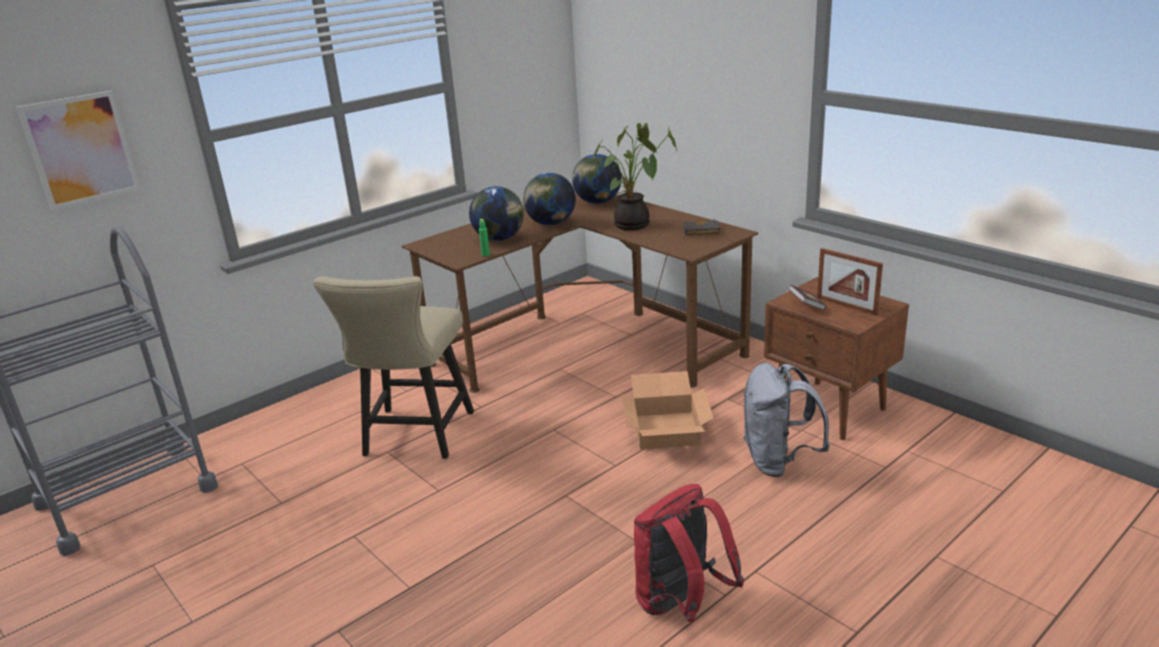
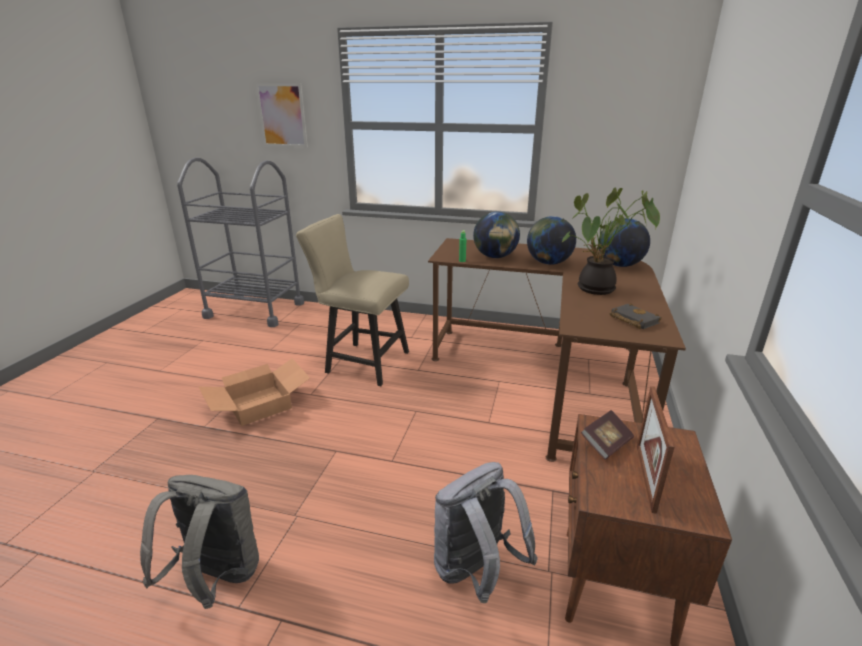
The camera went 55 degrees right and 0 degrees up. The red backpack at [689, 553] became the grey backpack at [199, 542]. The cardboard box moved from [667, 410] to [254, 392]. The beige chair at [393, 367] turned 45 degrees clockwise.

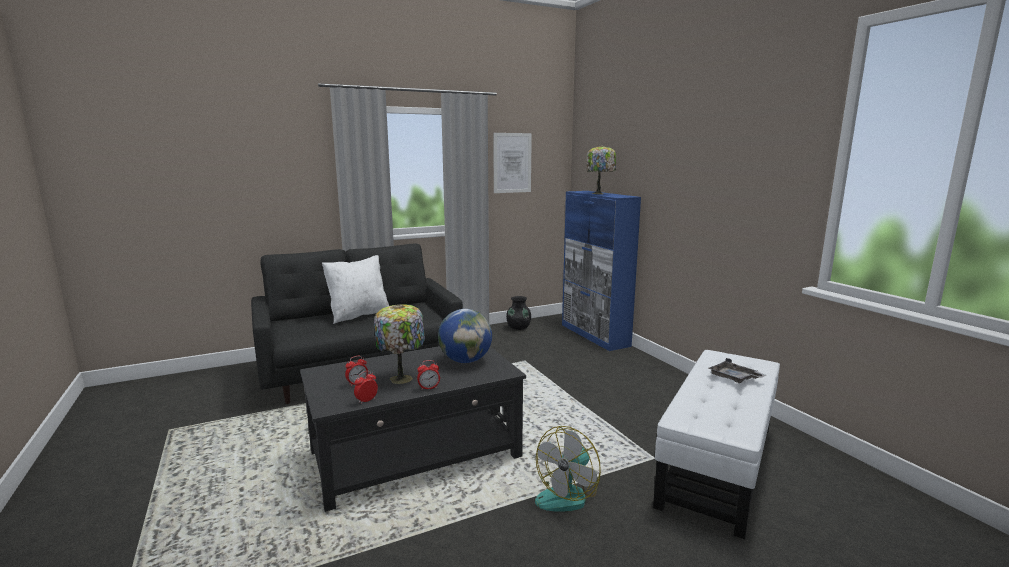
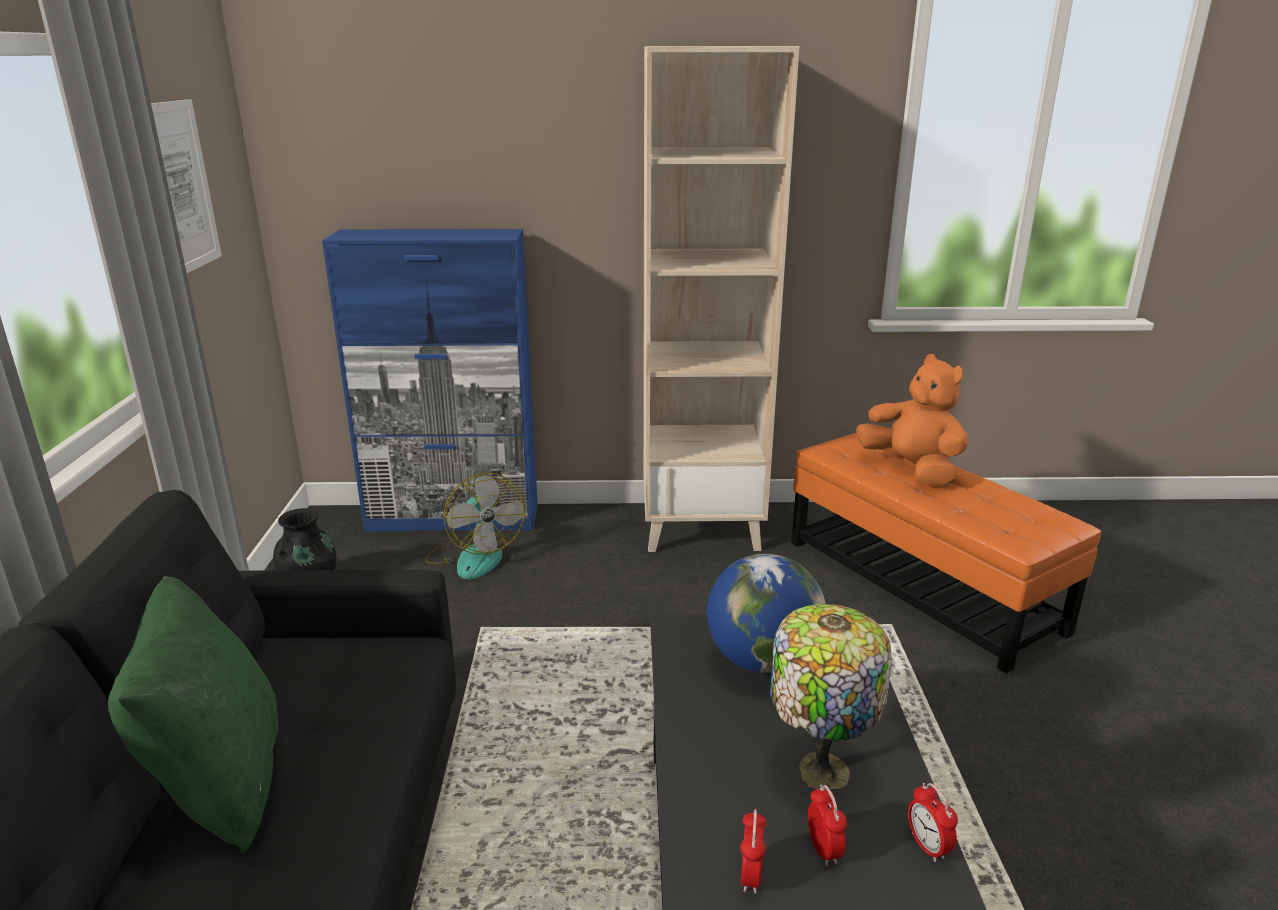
The camera went 65 degrees left and 10 degrees up. The white pillow at [355, 289] became the green pillow at [193, 715]. The fan moved from [568, 469] to [475, 526]. The beige bookcase at [721, 299] appeared. The alarm clock moved from [428, 375] to [753, 851]. The white ottoman at [716, 444] became the orange ottoman at [946, 553]. The grey tray at [737, 370] was replaced by the orange plush toy at [912, 420]. The table lamp at [601, 169] disappeared.

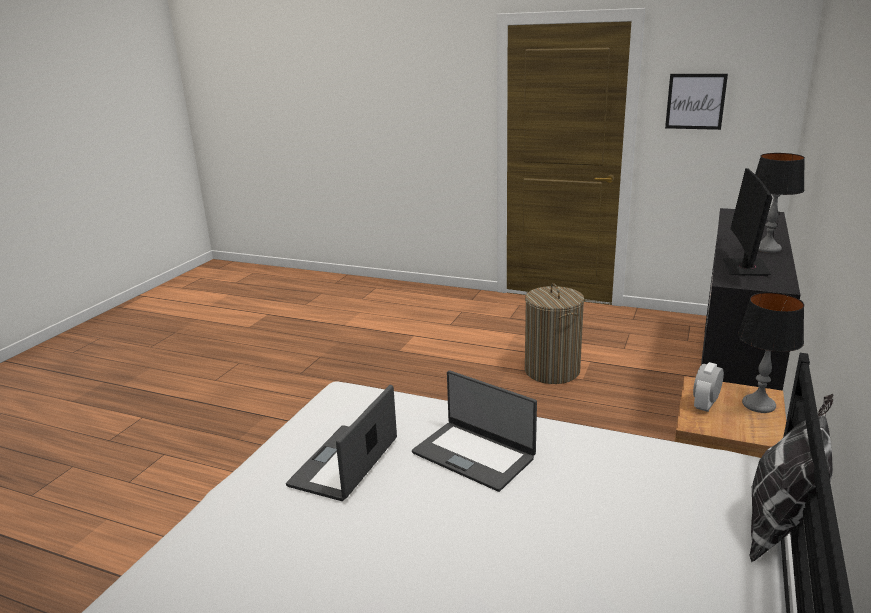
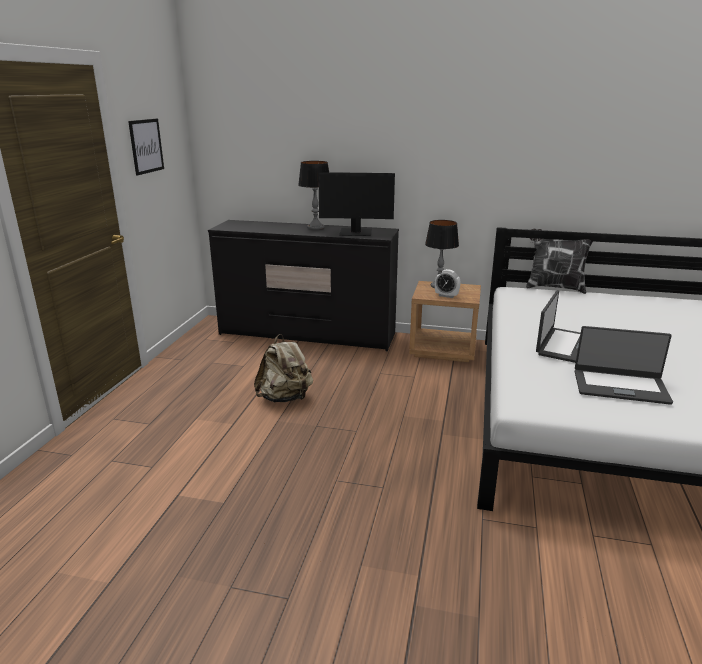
The camera went 100 degrees left and 0 degrees up. The laundry basket at [554, 333] was replaced by the beige backpack at [283, 368].

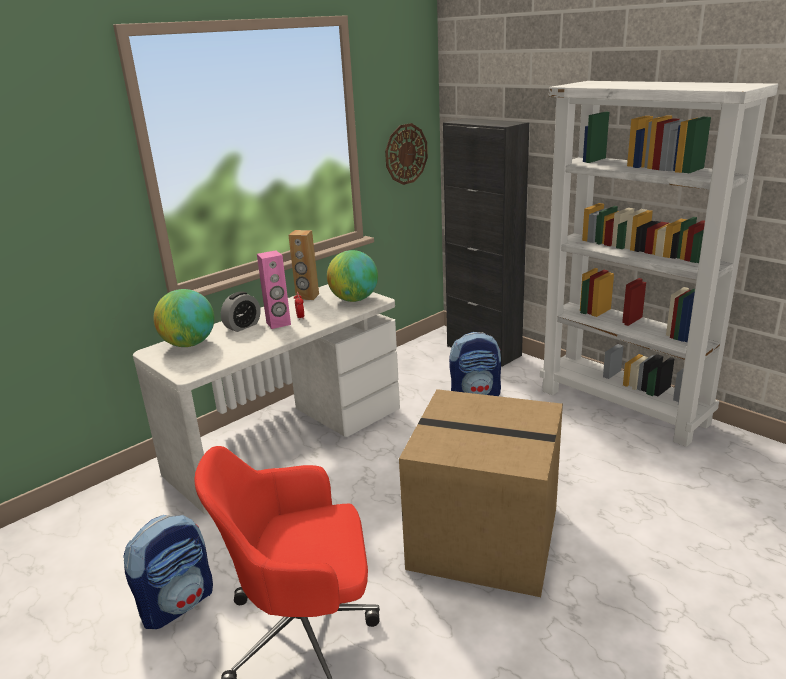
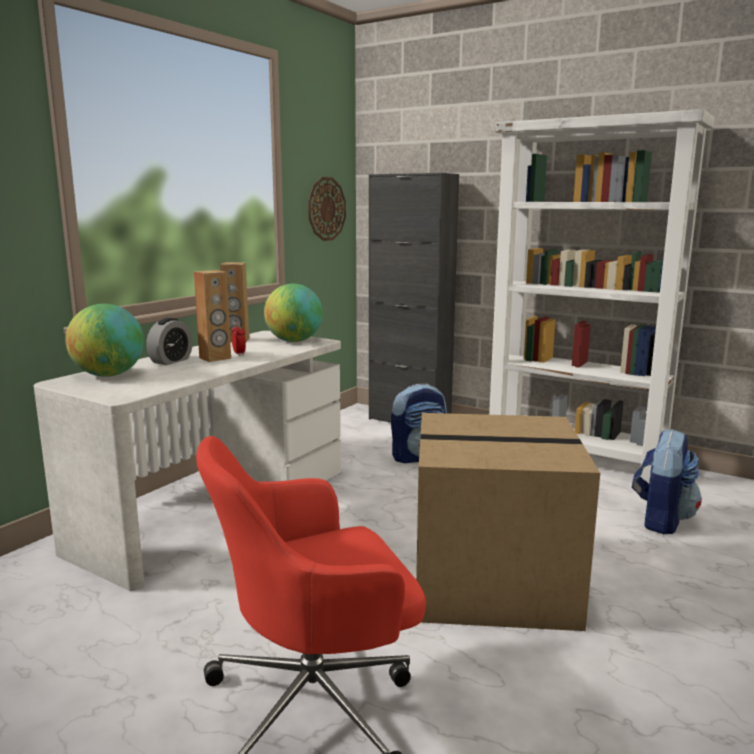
The camera went 15 degrees left and 10 degrees down. The pink speaker at [274, 289] became the brown speaker at [212, 316]. The backpack moved from [168, 571] to [667, 481].

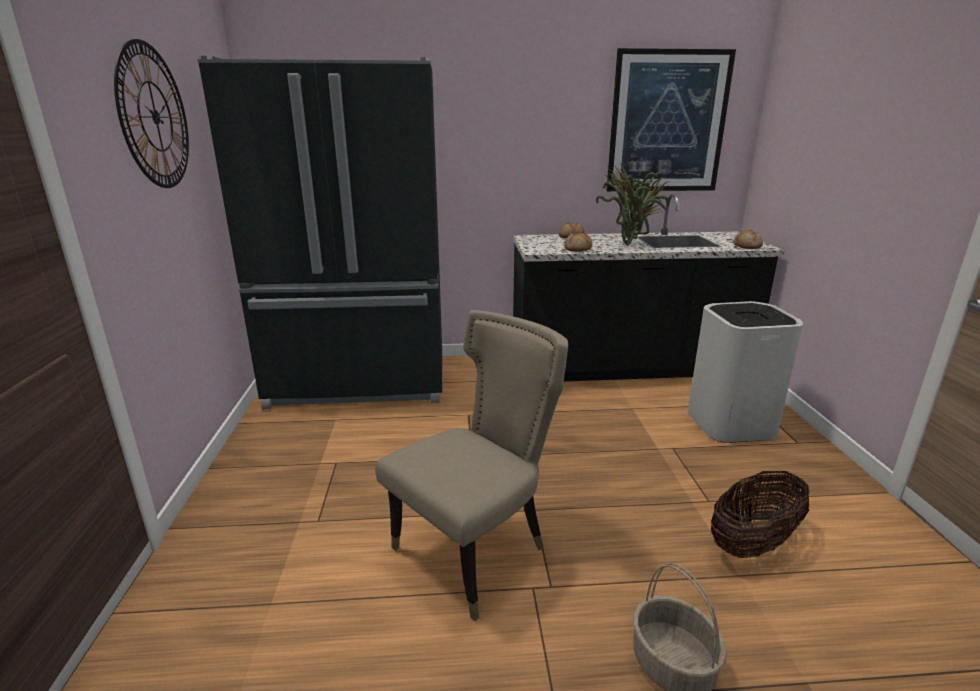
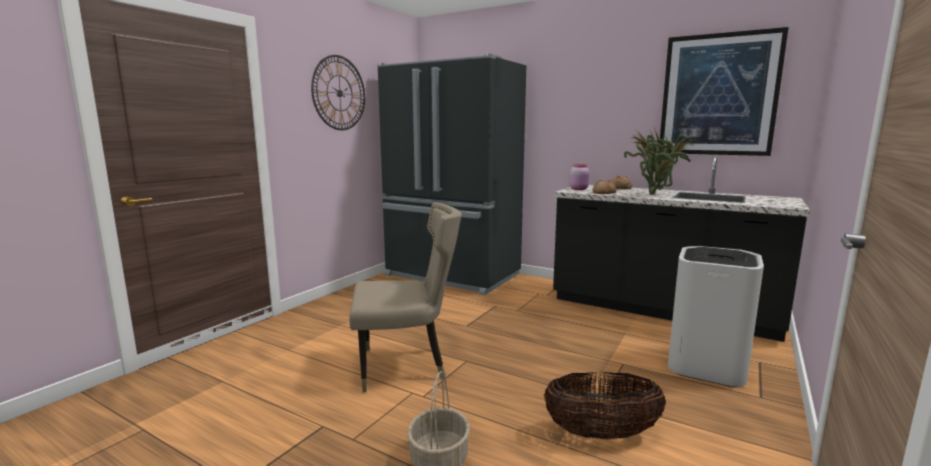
The camera went 35 degrees right and 10 degrees down. The pink jar at [579, 177] appeared. The bread at [748, 239] disappeared.

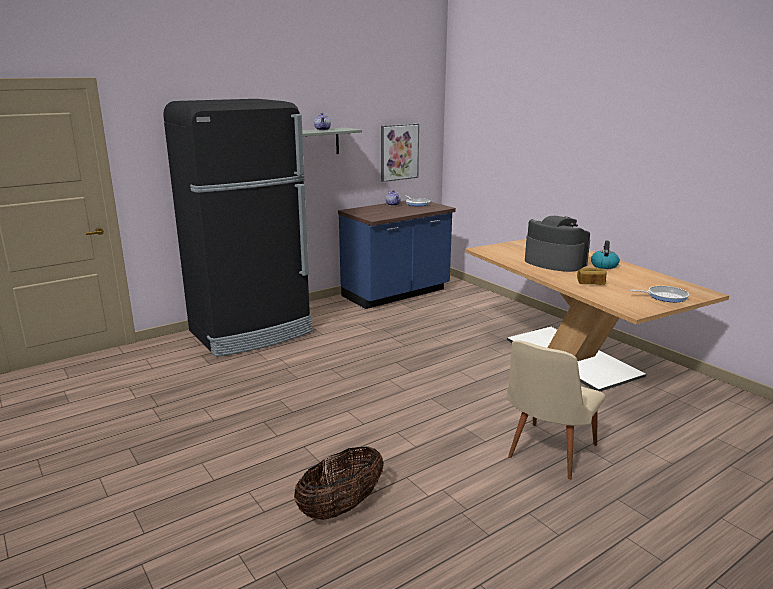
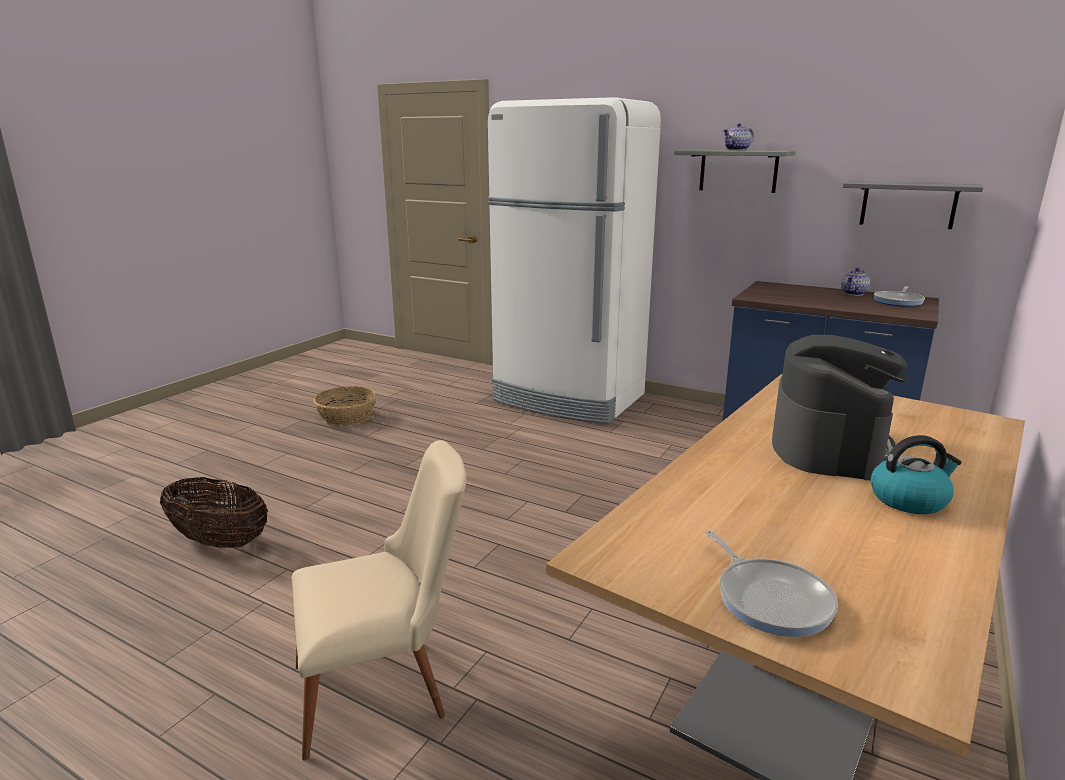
The camera went 65 degrees right and 0 degrees up. The beige chair at [556, 410] turned 150 degrees clockwise. The basket at [345, 406] appeared. The black fridge at [237, 228] became the white fridge at [574, 260]. The picture at [400, 152] was replaced by the grey shelf at [913, 205]. The bread at [591, 276] disappeared.

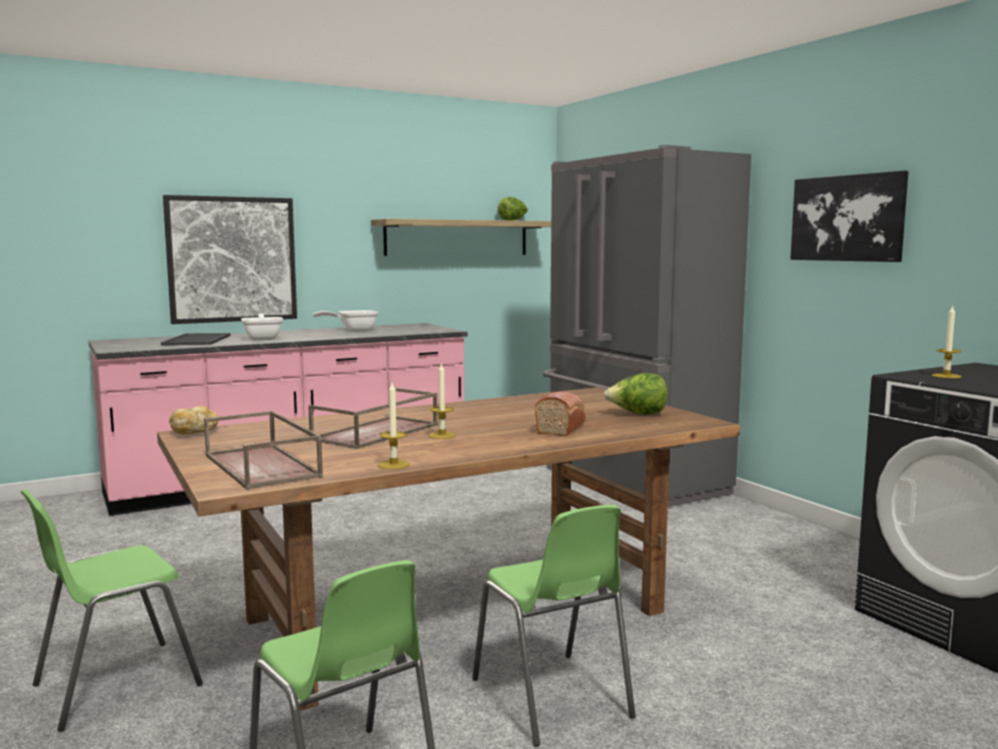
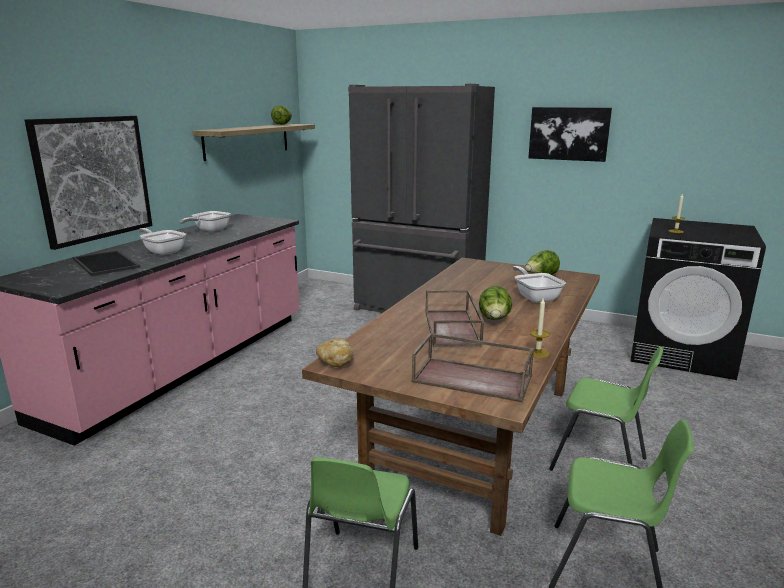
The camera went 35 degrees left and 10 degrees up. The candle at [442, 400] was replaced by the lettuce at [495, 303]. The bread at [560, 413] was replaced by the frying pan at [539, 284].

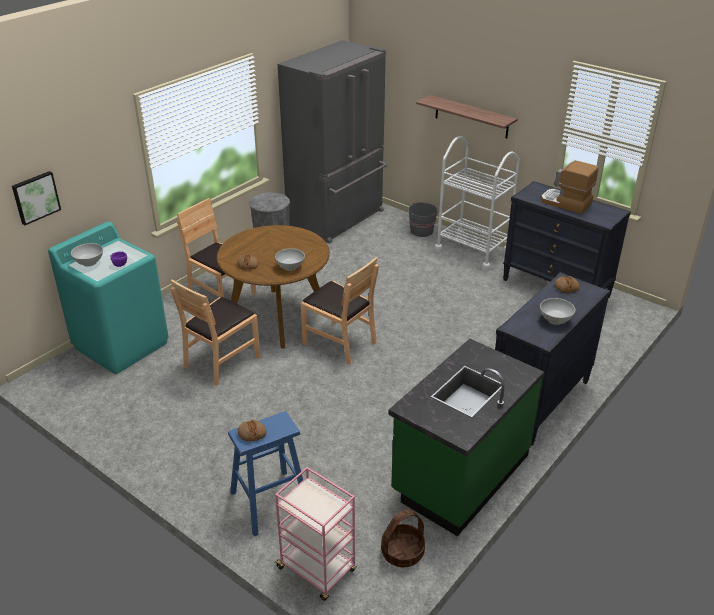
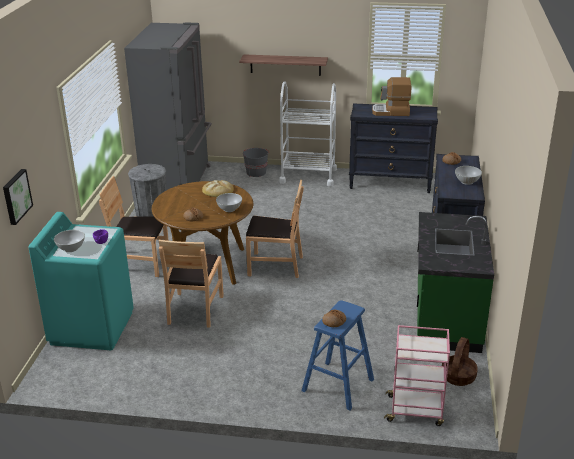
The camera went 30 degrees left and 5 degrees down. The bread at [218, 188] appeared.

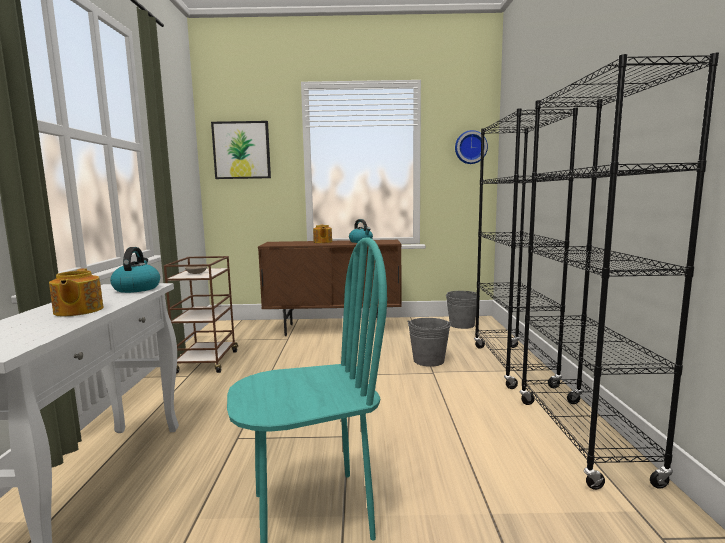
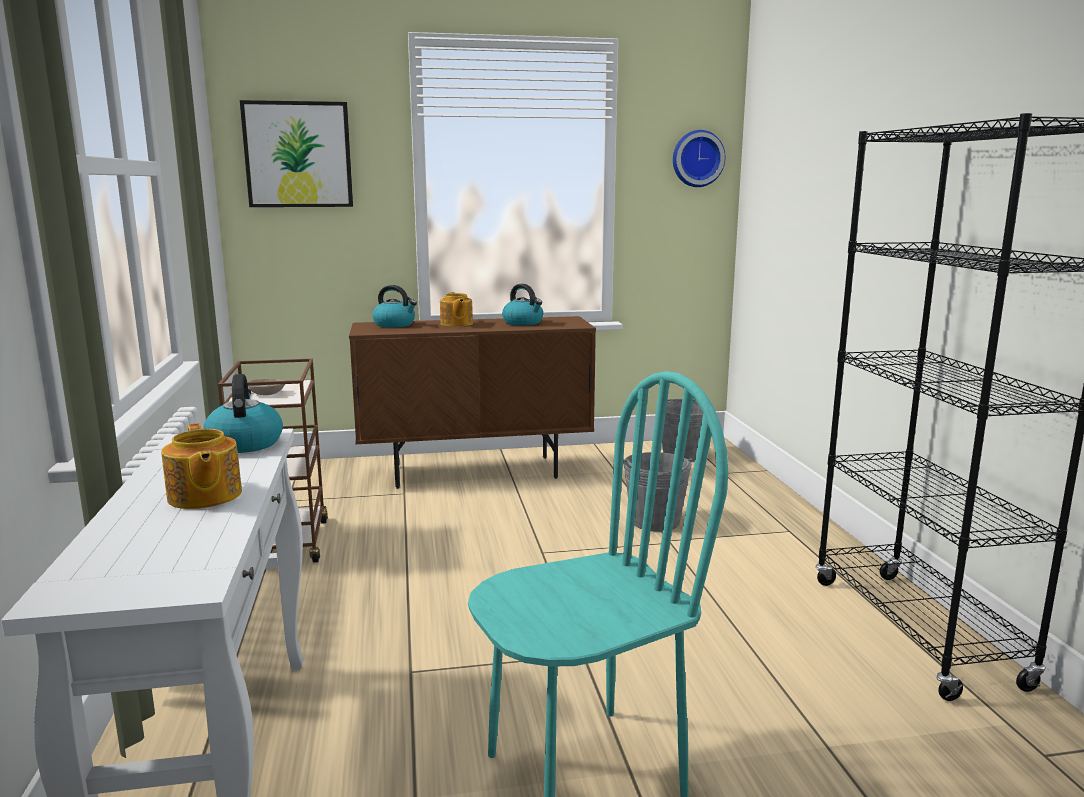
The camera went 10 degrees left and 5 degrees up. The kettle at [395, 306] appeared. The black bookcase at [526, 248] disappeared.

